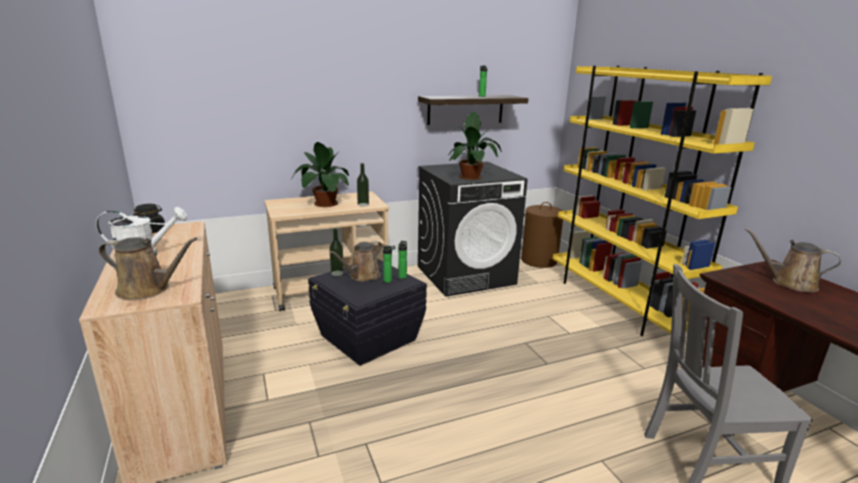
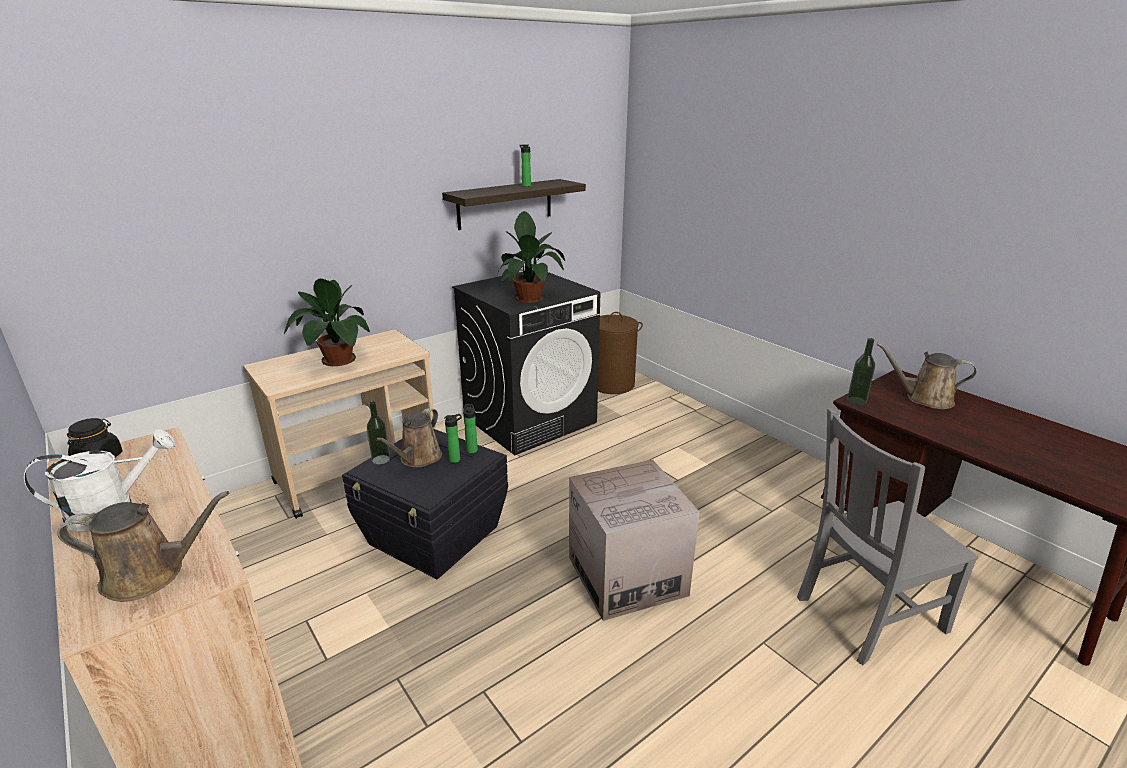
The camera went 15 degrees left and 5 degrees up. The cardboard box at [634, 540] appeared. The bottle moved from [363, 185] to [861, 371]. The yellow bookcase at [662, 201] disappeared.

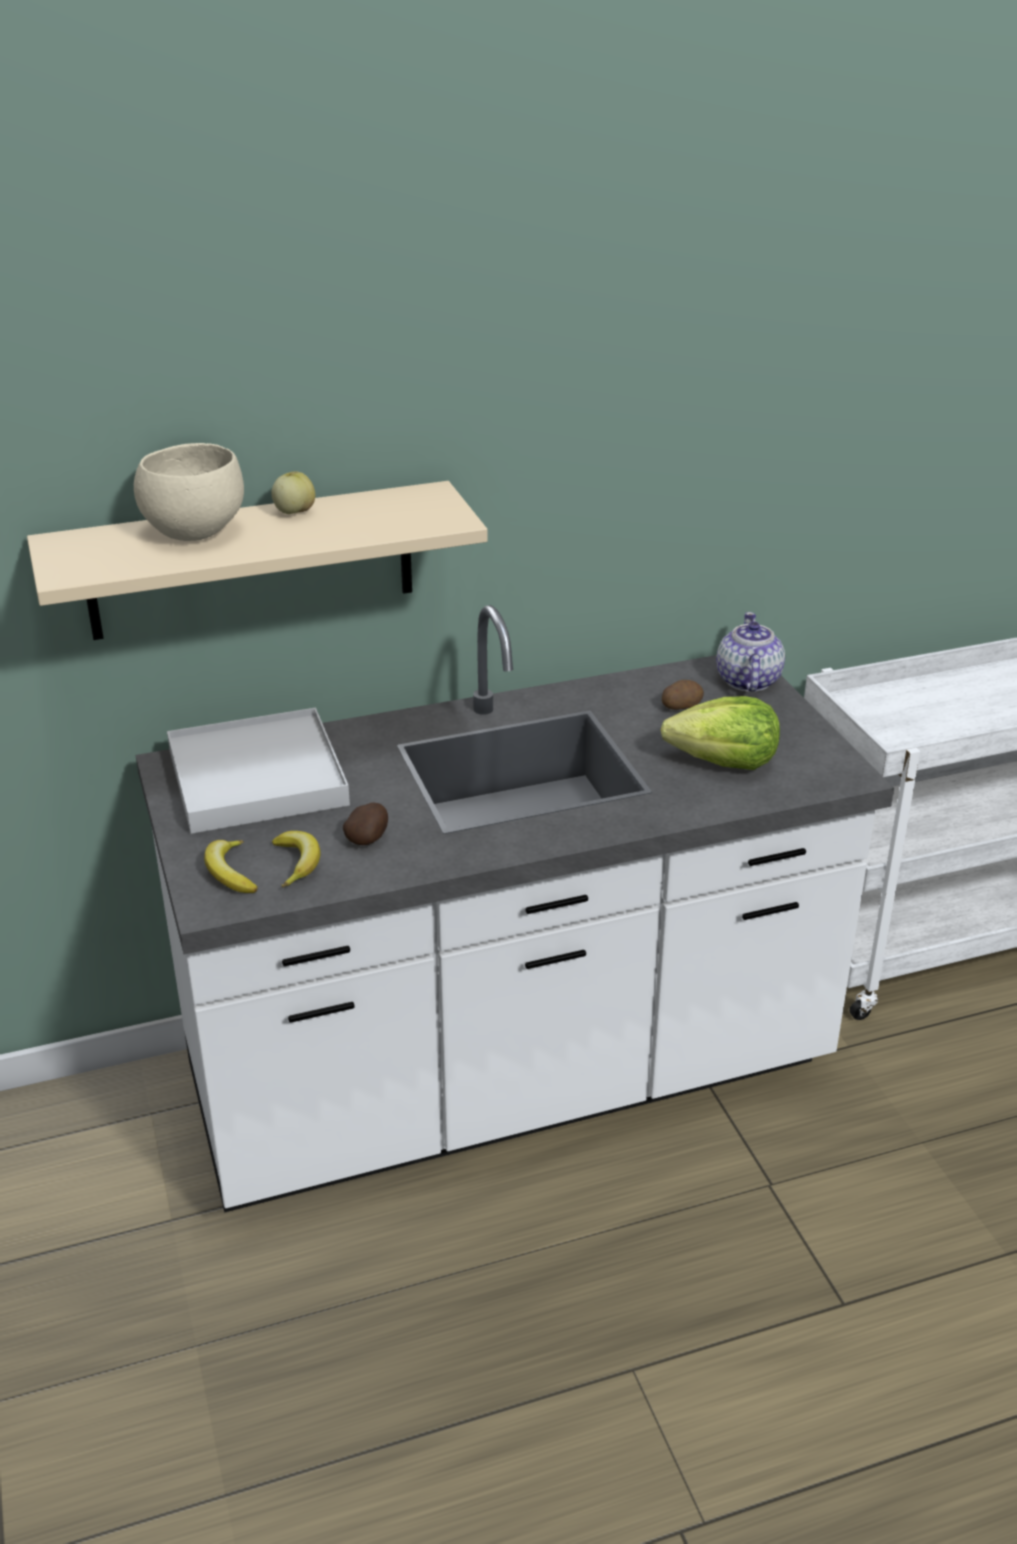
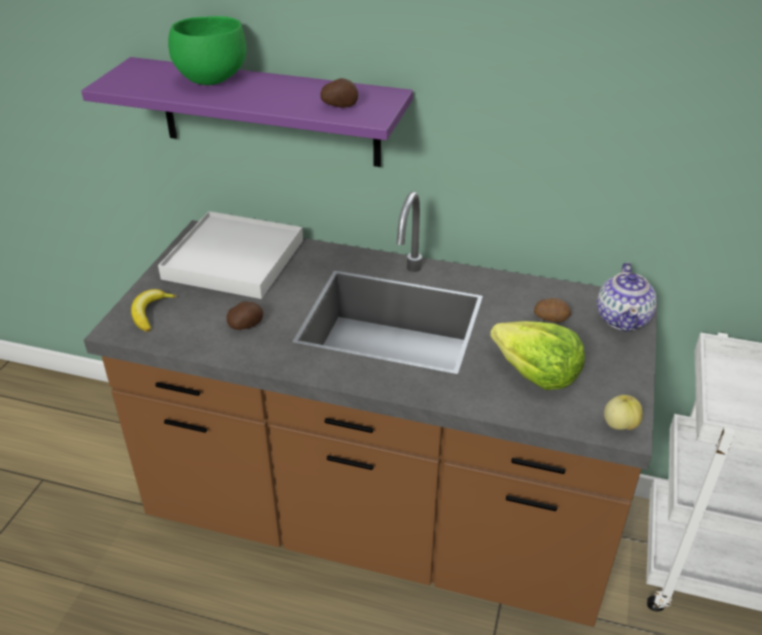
The camera went 35 degrees right and 5 degrees up. The beige shelf at [257, 560] became the purple shelf at [247, 112]. The white counter at [515, 909] became the brown counter at [371, 409]. The beige bowl at [189, 492] became the green bowl at [207, 50]. The potato at [339, 93] appeared. The teapot at [750, 652] turned 150 degrees clockwise. The apple moved from [293, 492] to [623, 412]. The banana at [296, 859] disappeared.

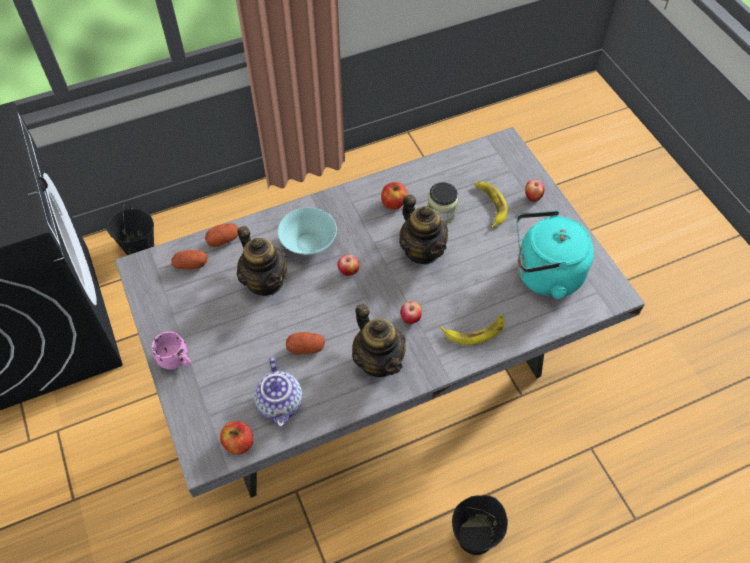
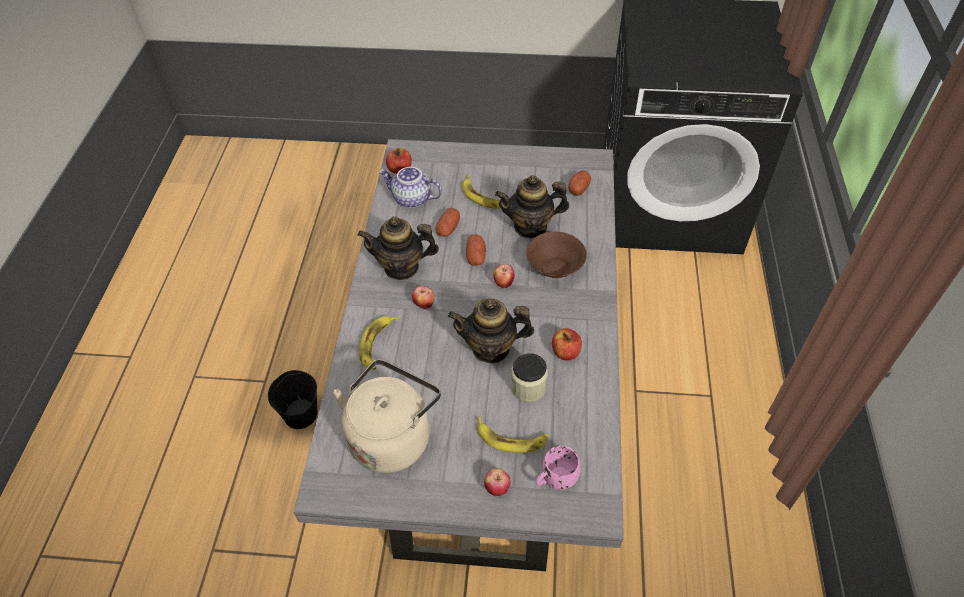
The camera went 120 degrees right and 5 degrees down. The turquoise kettle at [555, 254] became the beige kettle at [387, 416]. The banana at [481, 192] appeared. The potato moved from [222, 235] to [476, 250]. The turquoise bowl at [307, 231] became the brown bowl at [556, 255]. The pink mug moved from [171, 350] to [558, 468]. The black bucket at [130, 229] disappeared.

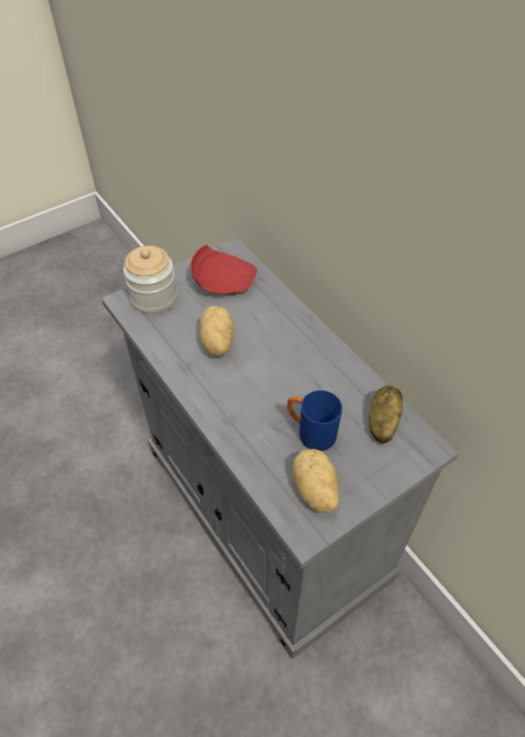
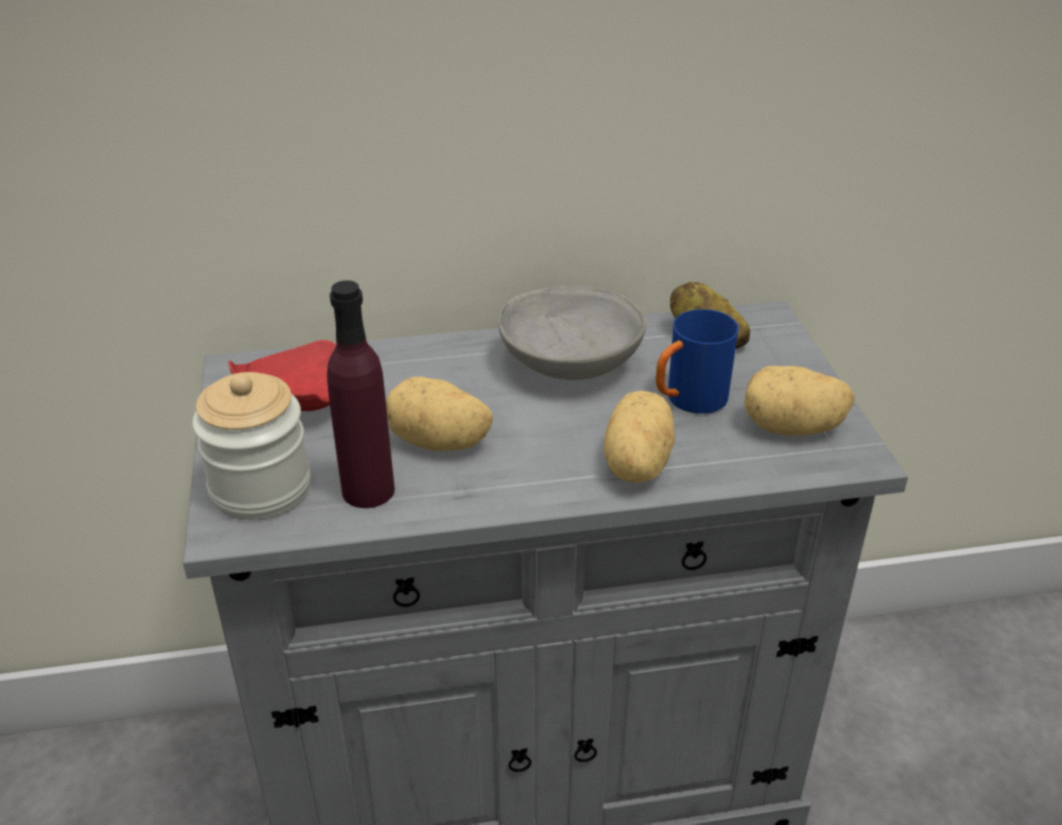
The camera went 65 degrees left and 15 degrees down. The purple bottle at [361, 394] appeared. The grey bowl at [572, 333] appeared. The potato at [639, 437] appeared.

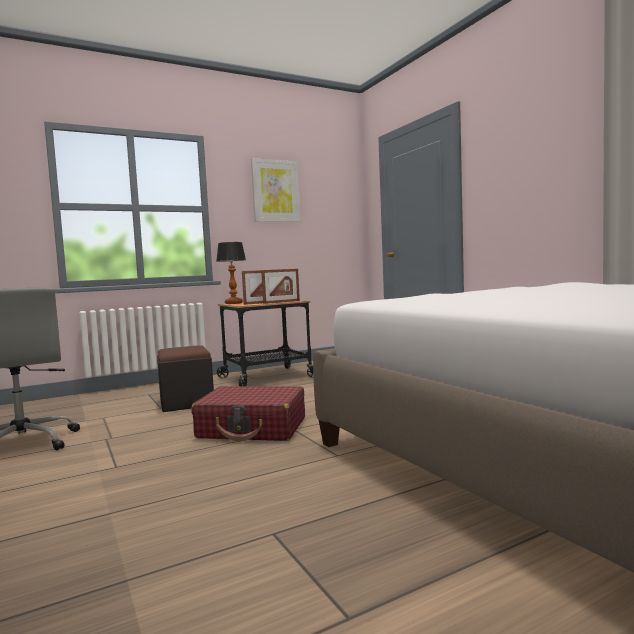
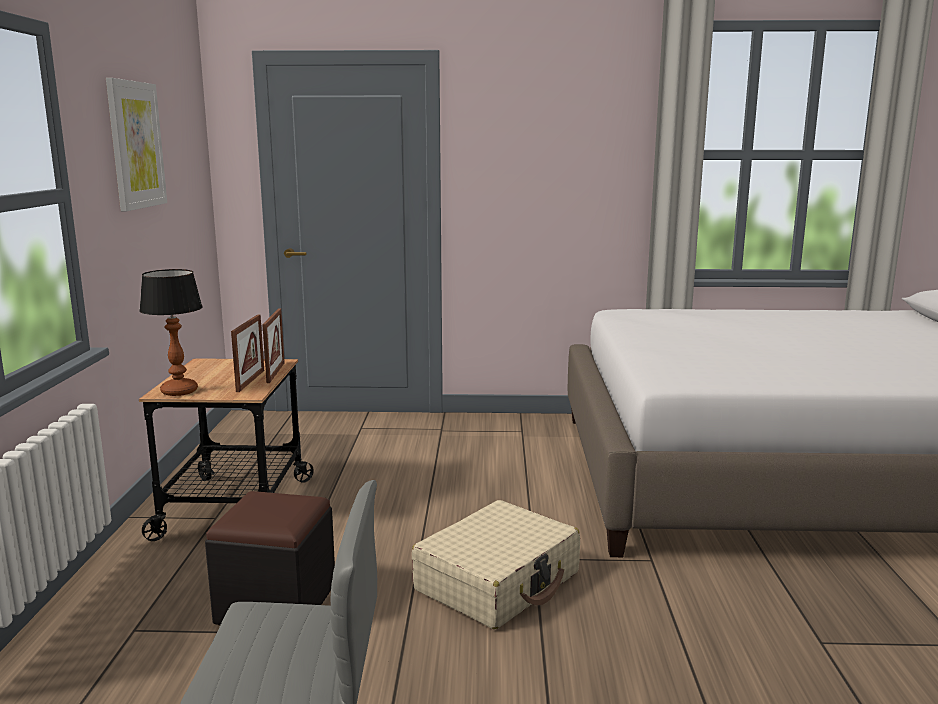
The camera went 60 degrees left and 10 degrees up. The red suitcase at [248, 413] became the beige suitcase at [496, 564].

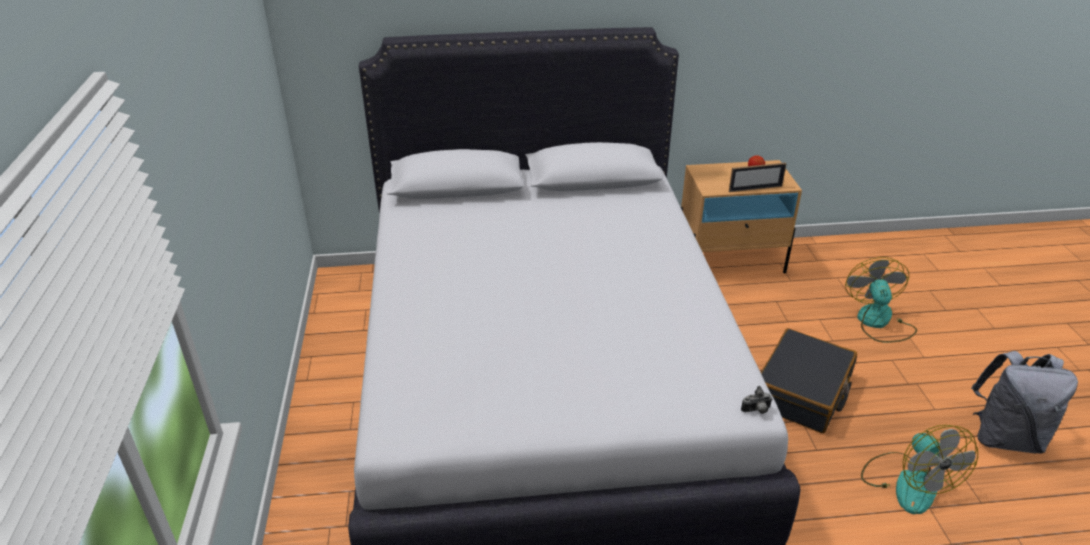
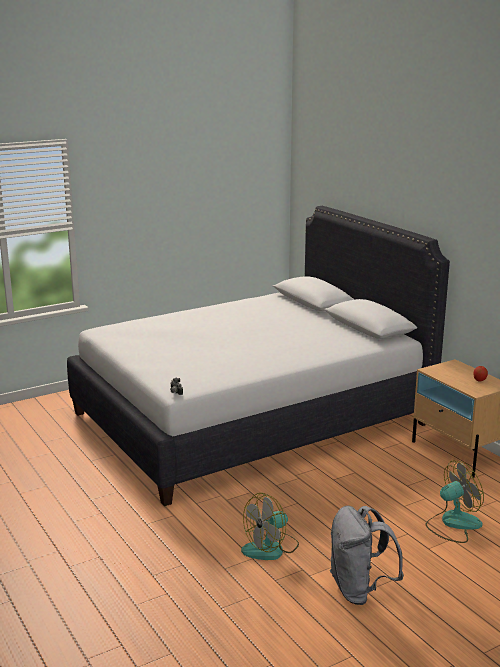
The camera went 65 degrees right and 15 degrees down. The picture frame at [757, 177] disappeared. The black suitcase at [809, 380] disappeared.

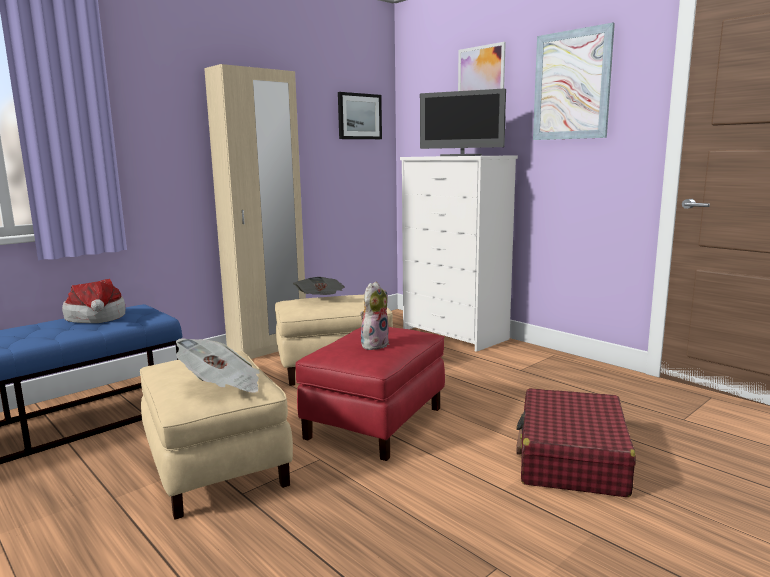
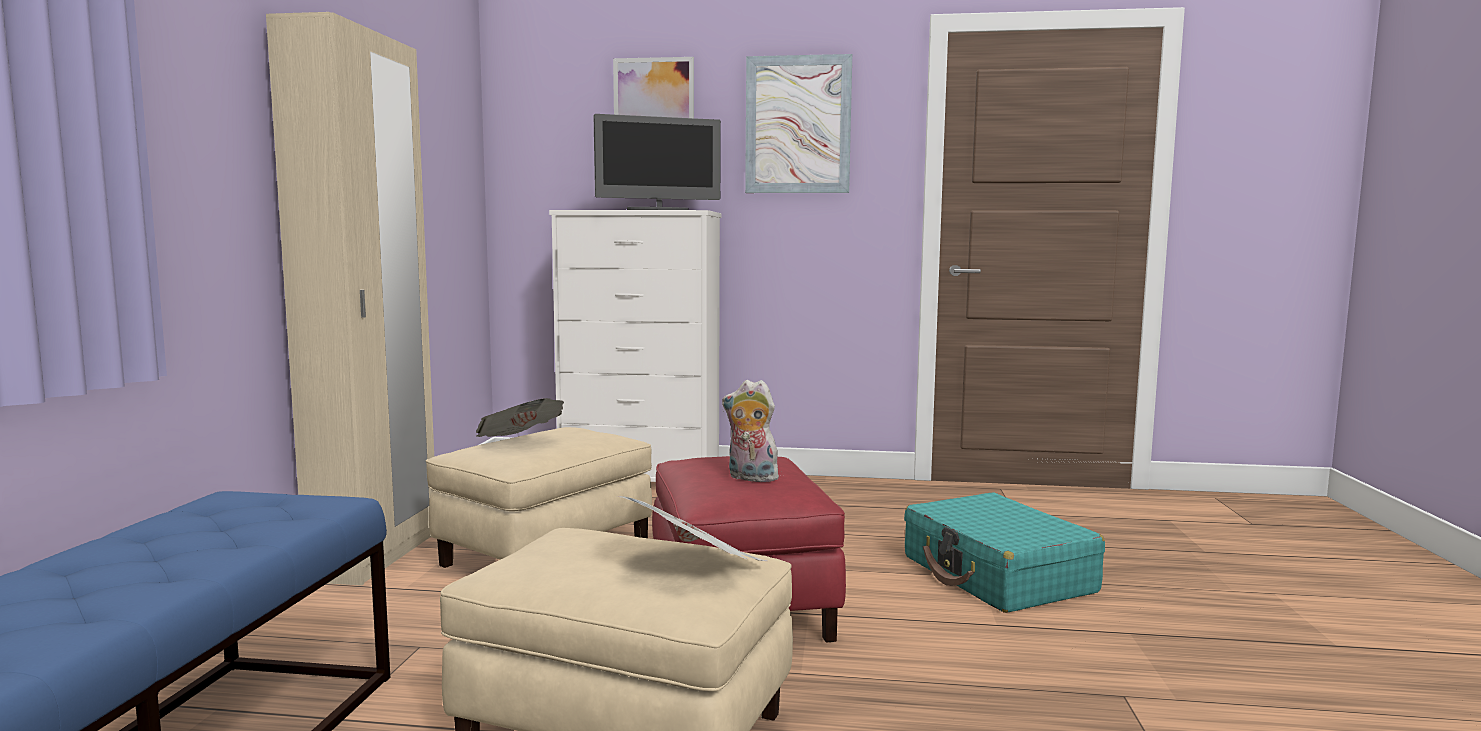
The camera went 40 degrees left and 5 degrees down. The plush toy at [374, 316] turned 60 degrees counterclockwise. The red suitcase at [576, 442] became the turquoise suitcase at [1004, 552]. The hat at [94, 301] disappeared. The picture at [360, 115] disappeared.

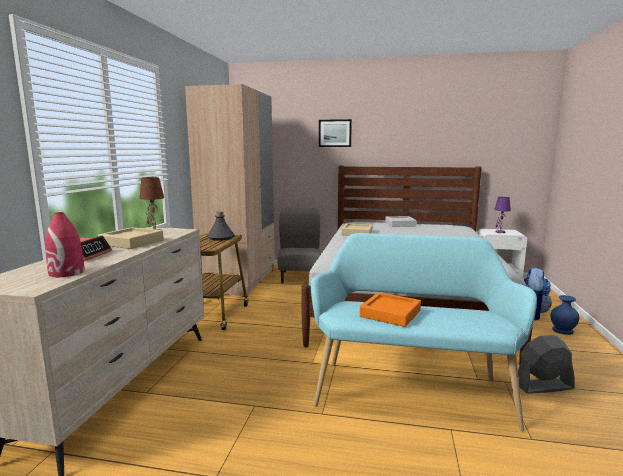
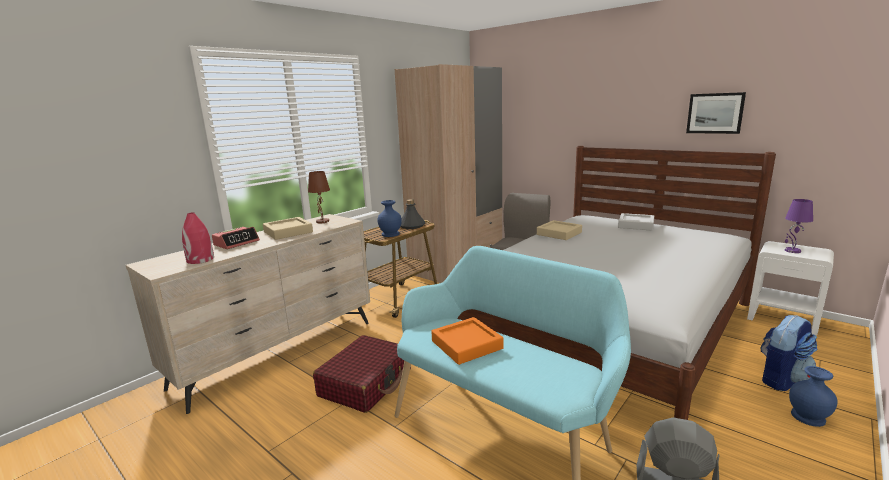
The camera went 30 degrees right and 5 degrees up. The red suitcase at [362, 374] appeared. The blue vase at [389, 218] appeared. The picture moved from [335, 133] to [716, 113].

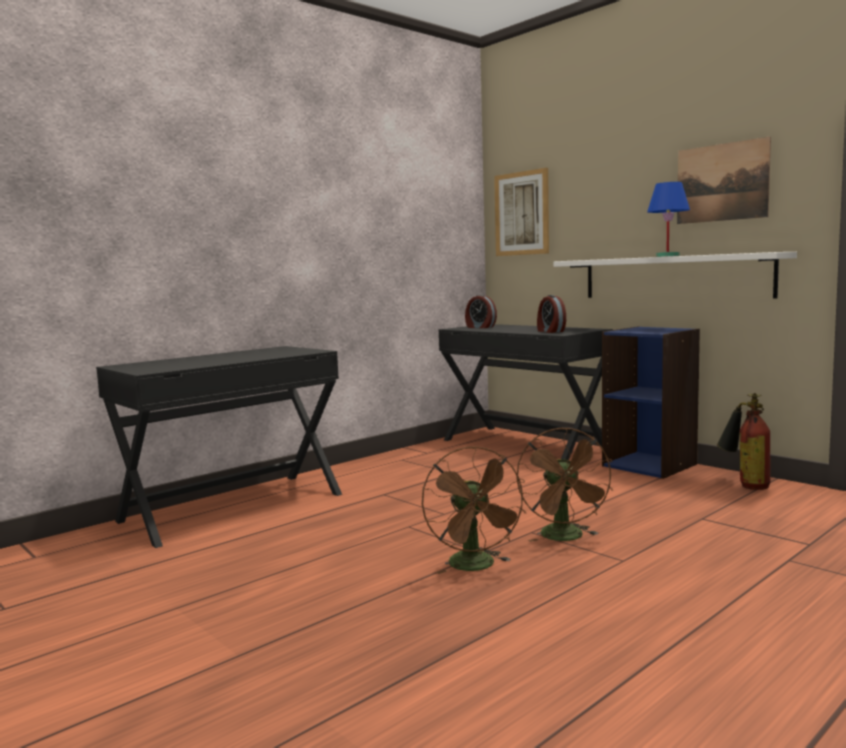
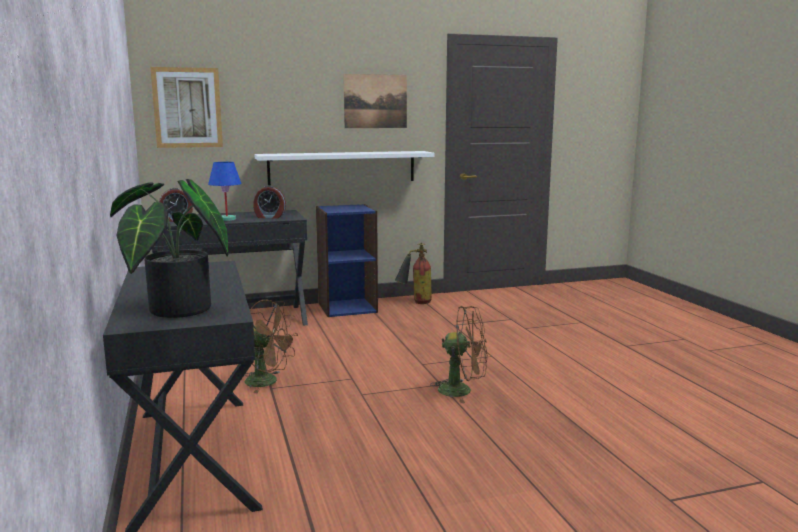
The camera went 65 degrees left and 5 degrees up. The potted plant at [169, 248] appeared. The blue table lamp moved from [668, 219] to [225, 191]. The brown fan moved from [564, 484] to [271, 346].

